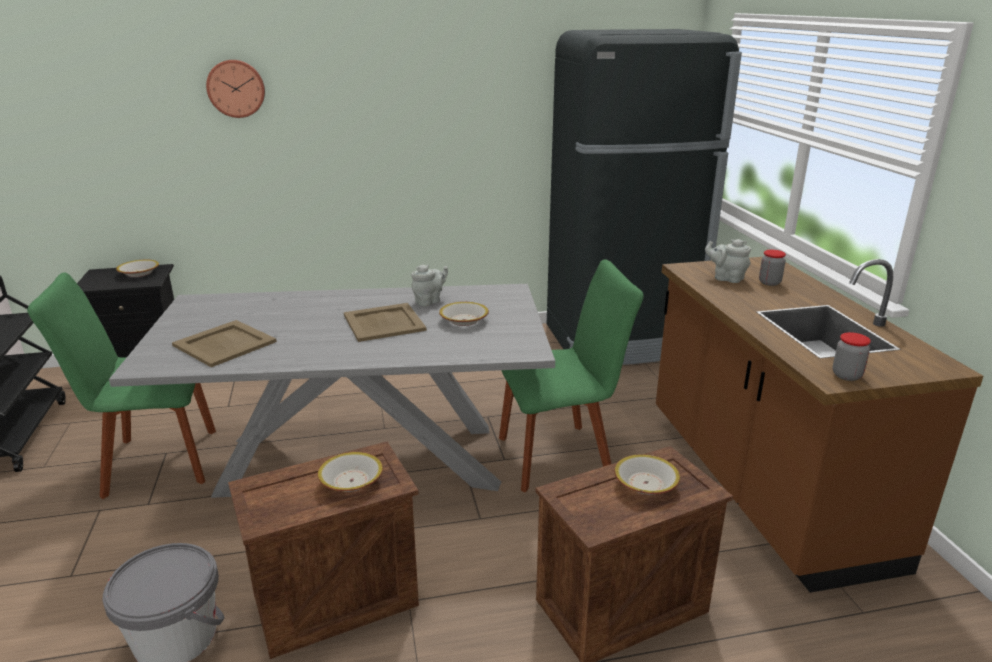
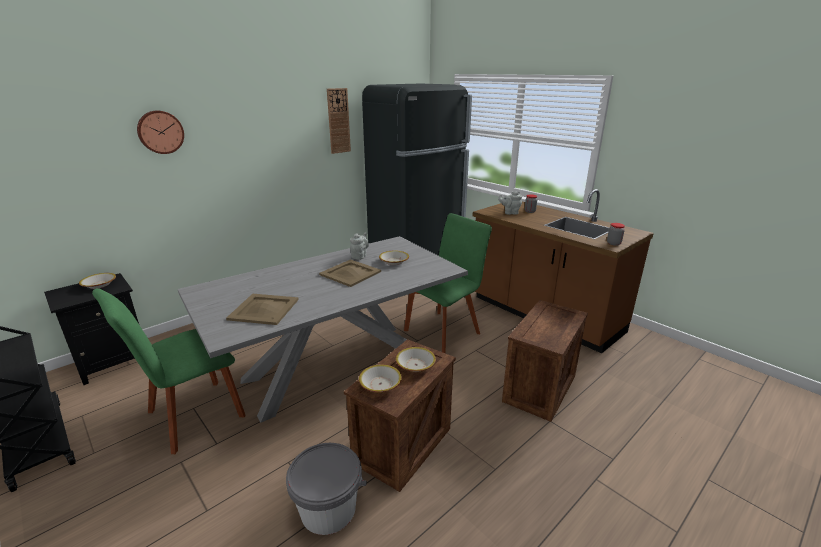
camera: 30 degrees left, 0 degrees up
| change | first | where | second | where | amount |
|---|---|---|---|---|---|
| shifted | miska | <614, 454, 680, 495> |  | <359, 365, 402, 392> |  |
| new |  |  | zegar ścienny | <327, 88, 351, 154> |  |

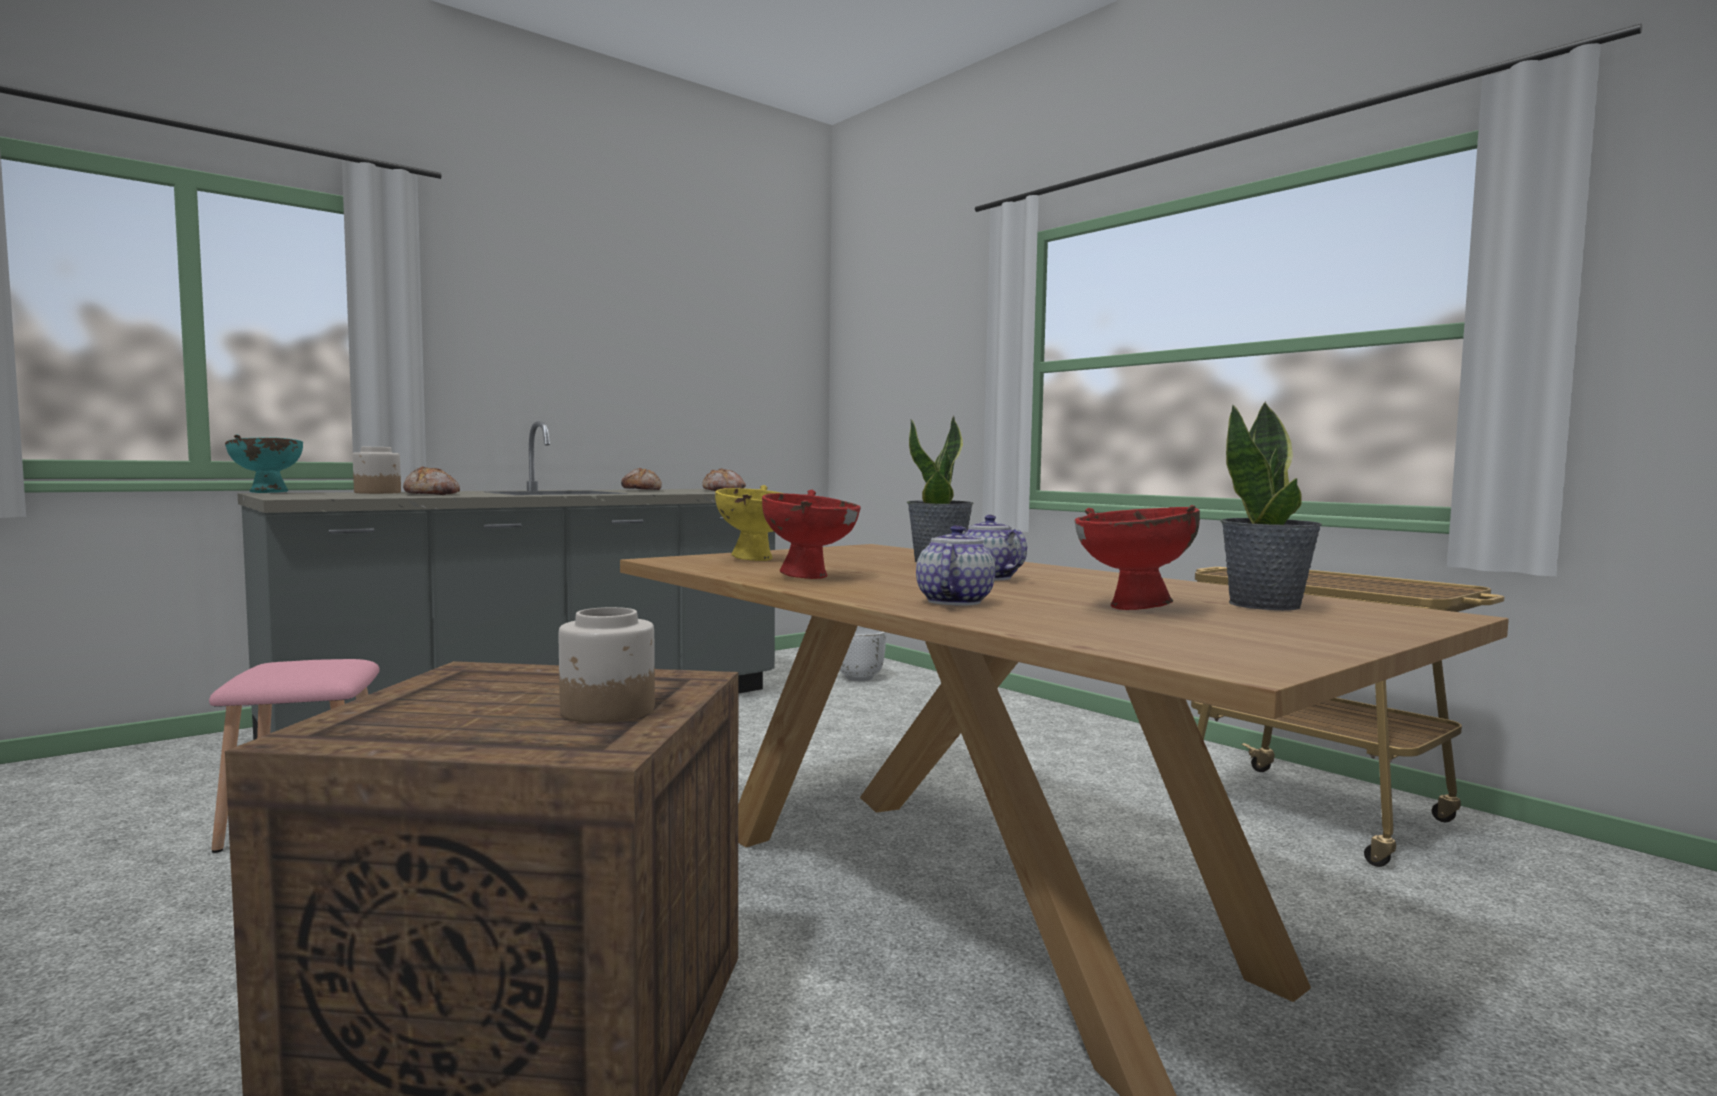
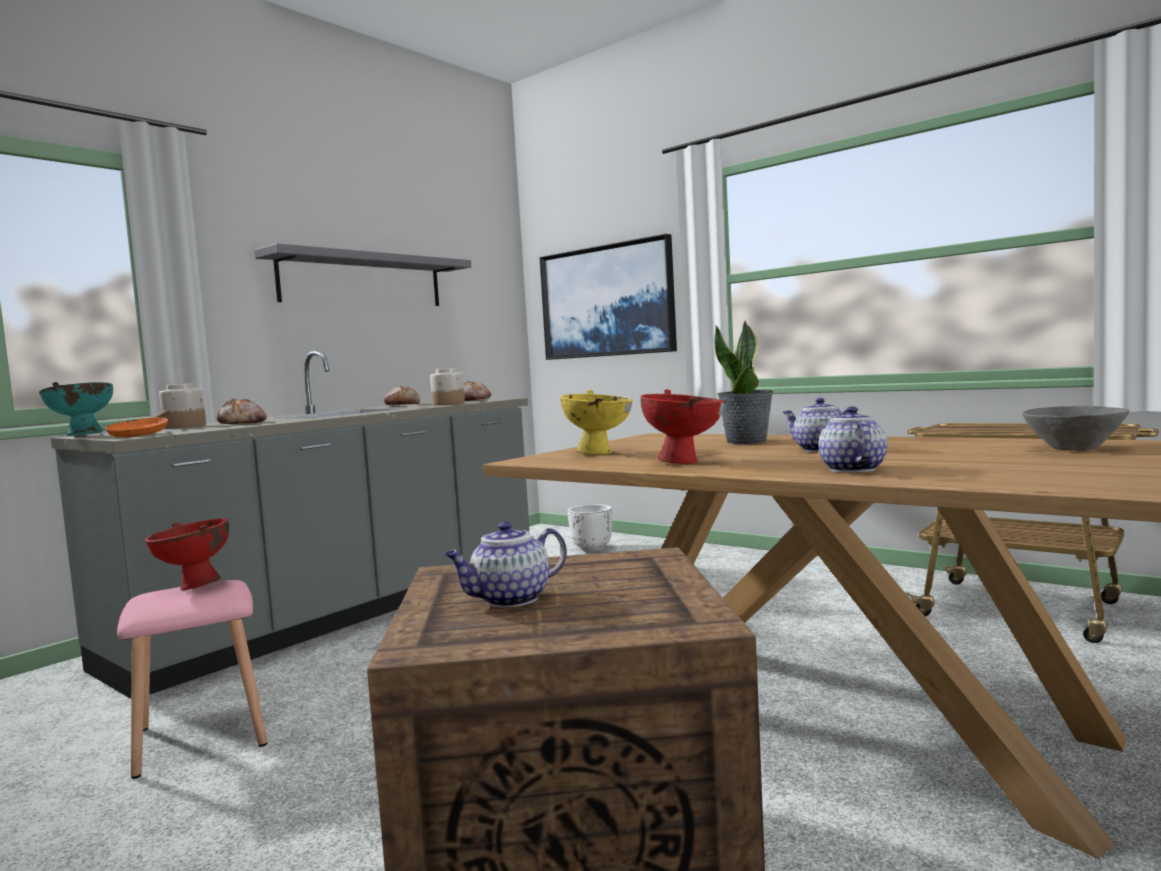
camera: 10 degrees left, 0 degrees up
| change | first | where | second | where | amount |
|---|---|---|---|---|---|
| shifted | słoik | <559, 607, 655, 723> |  | <430, 368, 465, 405> |  |
| shifted | miska/czerwony | <1075, 505, 1200, 610> |  | <145, 518, 229, 590> |  |
| swapped | roślina doniczkowa | <1220, 401, 1322, 610> | miska/szary | <1022, 406, 1129, 451> |  |
| new |  |  | patelnia/pomarańczowy | <105, 409, 170, 437> |  |
| new |  |  | półka/szary | <255, 243, 471, 306> |  |
| new |  |  | imbryk | <444, 522, 567, 607> |  |
| new |  |  | obraz | <539, 234, 677, 360> |  |

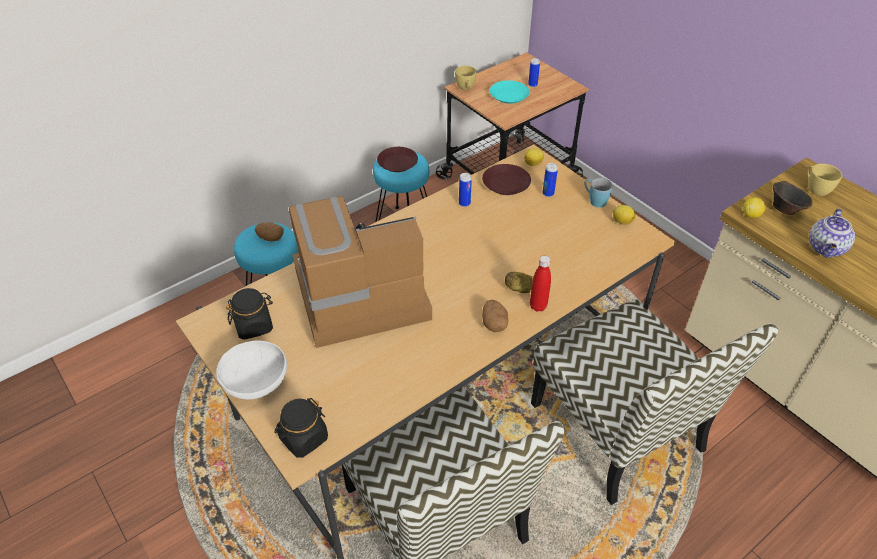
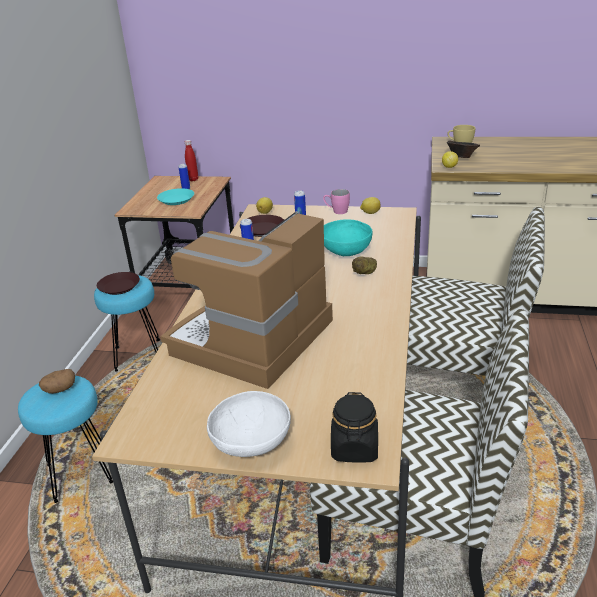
camera: 40 degrees left, 15 degrees down
| change | first | where | second | where | amount |
|---|---|---|---|---|---|
| gone | słoik/czarny | <226, 288, 273, 340> |  |  |  |
| gone | filiżanka/żółty | <455, 66, 477, 90> |  |  |  |
| gone | ziemniak | <482, 300, 508, 332> |  |  |  |
| shifted | butelka/czerwony | <530, 256, 551, 312> |  | <185, 140, 198, 181> |  |
| repainted | kubek/niebieski | <584, 178, 613, 208> | kubek/różowy | <323, 189, 350, 214> |  |
| gone | imbryk | <809, 209, 855, 258> |  |  |  |
| new |  |  | miska/turkusowy | <324, 219, 373, 256> |  |

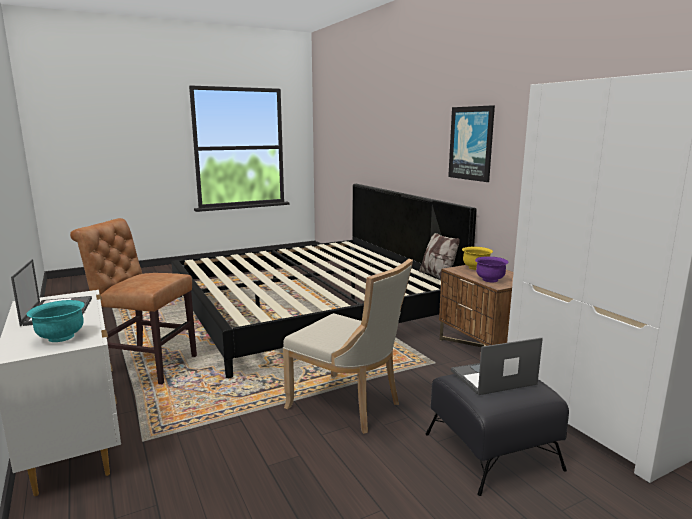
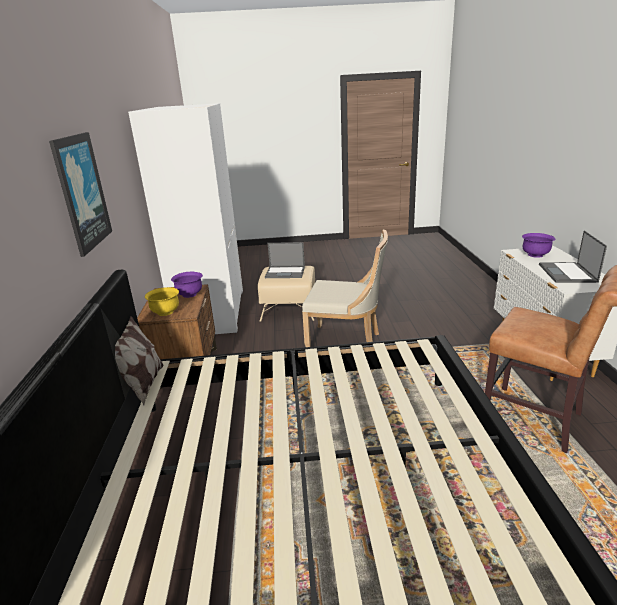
camera: 155 degrees left, 10 degrees up
| change | first | where | second | where | amount |
|---|---|---|---|---|---|
| repainted | miska/turkusowy | <27, 300, 85, 342> | miska/fioletowy | <522, 233, 556, 258> |  |
| rotated | krzesło/beżowy | <283, 259, 413, 434> |  | <302, 229, 388, 347> | 135 degrees clockwise |
| repainted | pufa/czarny | <425, 374, 569, 496> | pufa/beżowy | <258, 266, 315, 322> |  |

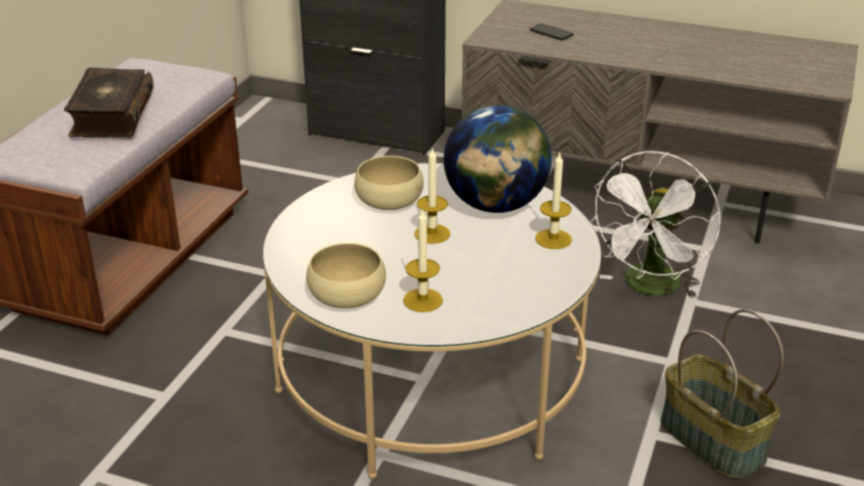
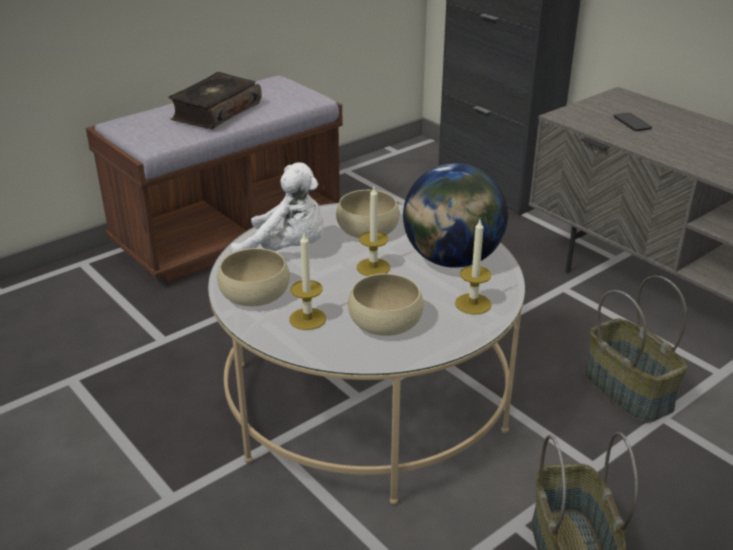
camera: 30 degrees right, 0 degrees up
| change | first | where | second | where | amount |
|---|---|---|---|---|---|
| swapped | wentylator/biały | <590, 151, 721, 299> | koszyk | <585, 275, 688, 423> |  |
| new |  |  | pluszak/biały | <230, 162, 324, 253> |  |
| new |  |  | miska/beżowy | <348, 273, 424, 336> |  |

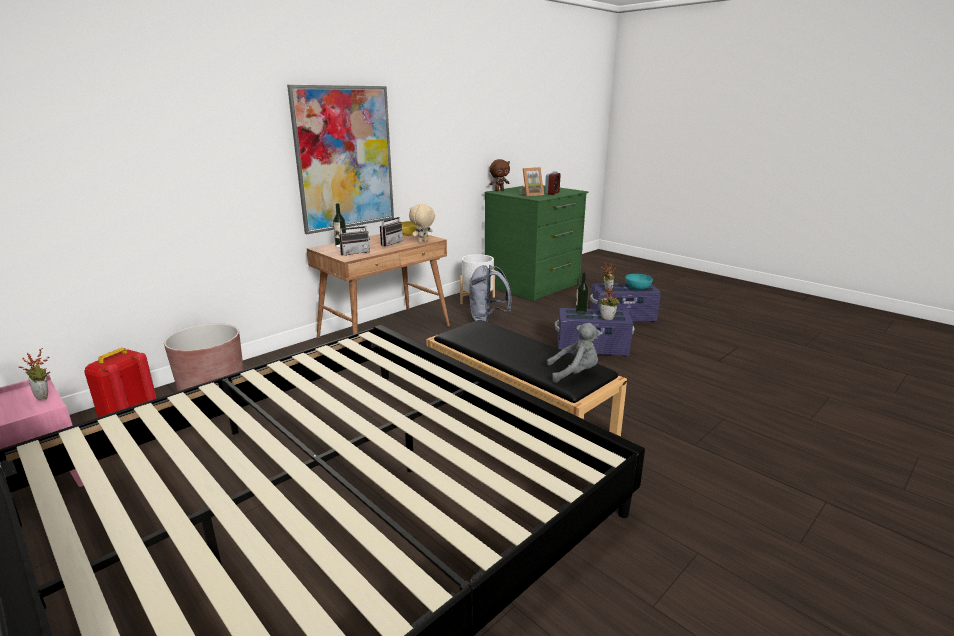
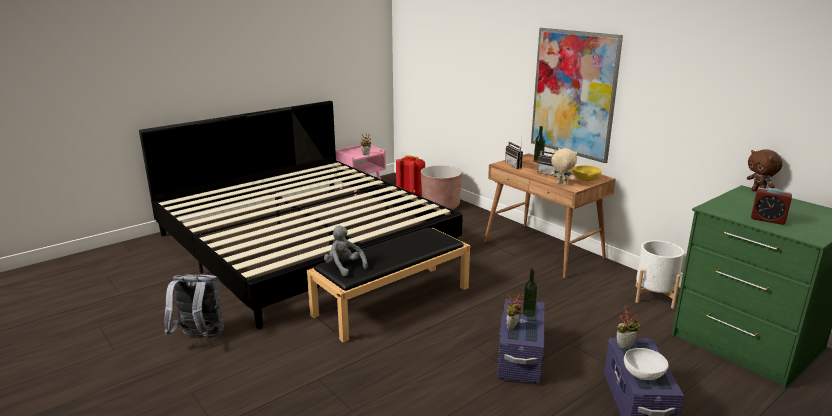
camera: 95 degrees right, 0 degrees up
| change | first | where | second | where | amount |
|---|---|---|---|---|---|
| shifted | plecak/szary | <469, 265, 511, 322> |  | <165, 275, 224, 338> |  |
| gone | ramka na zdjęcie | <519, 167, 544, 197> |  |  |  |
| rotated | pluszak/szary | <547, 323, 601, 383> |  | <324, 226, 368, 276> | 135 degrees clockwise |
| repainted | miska/turkusowy | <625, 274, 653, 290> | miska/biały | <624, 348, 669, 380> |  |

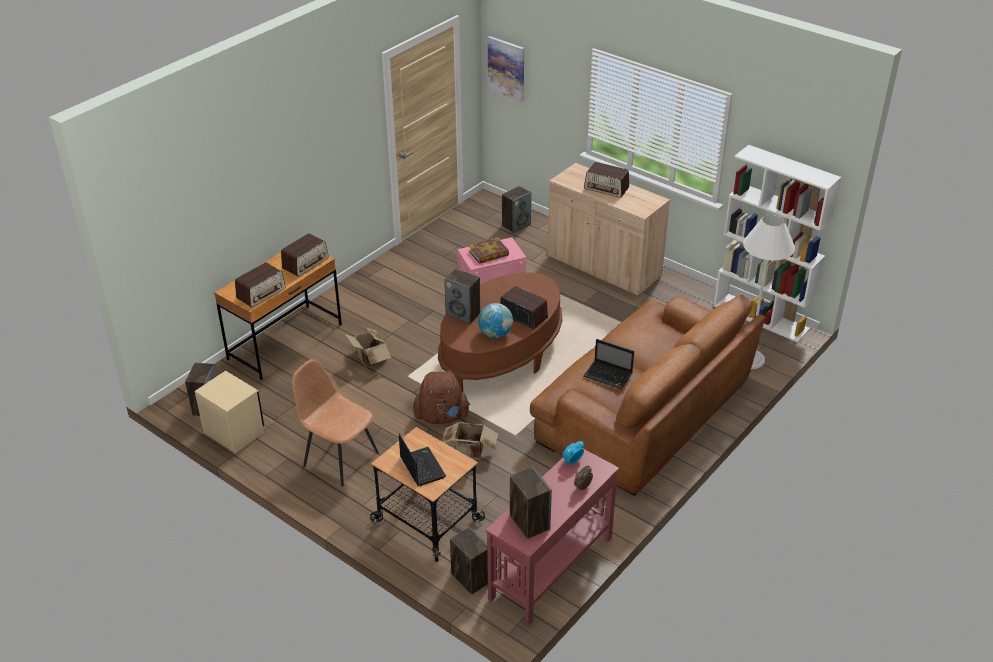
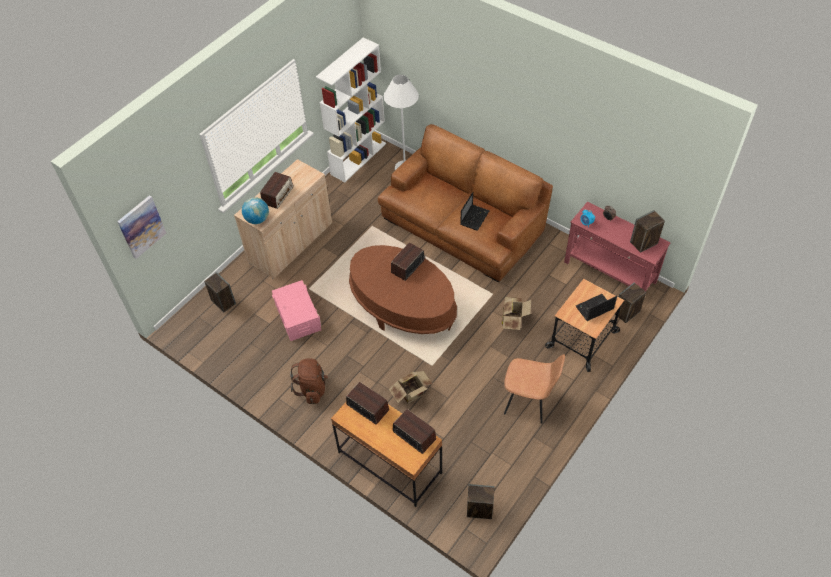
camera: 90 degrees left, 15 degrees up
| change | first | where | second | where | amount |
|---|---|---|---|---|---|
| gone | szafka nocna/beżowy | <195, 371, 264, 453> |  |  |  |
| rotated | krzesło/brązowy | <292, 359, 379, 486> |  | <504, 354, 565, 424> | 105 degrees counterclockwise |
| shifted | plecak/brązowy | <413, 371, 470, 424> |  | <290, 358, 328, 404> |  |
| gone | głośnik | <444, 269, 481, 324> |  |  |  |
| gone | książka | <469, 238, 509, 264> |  |  |  |
| shifted | globus | <478, 303, 513, 338> |  | <242, 197, 269, 224> |  |

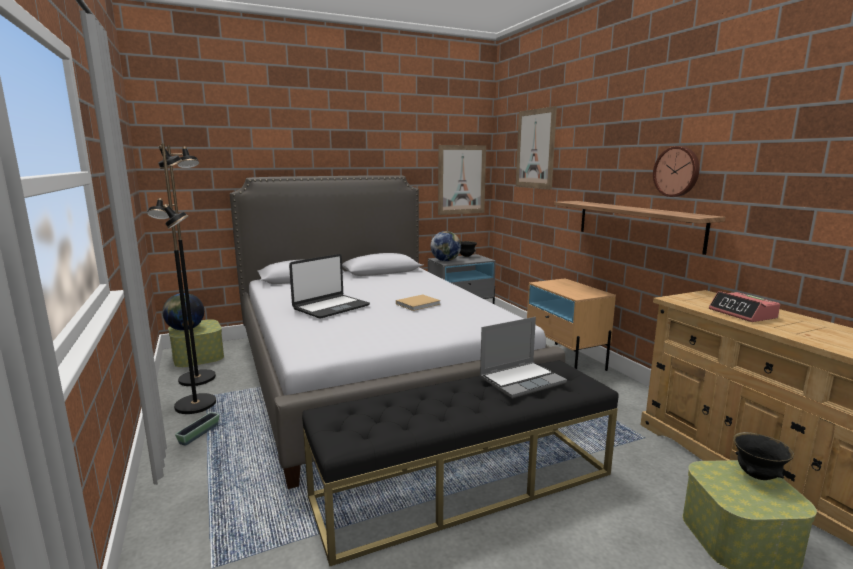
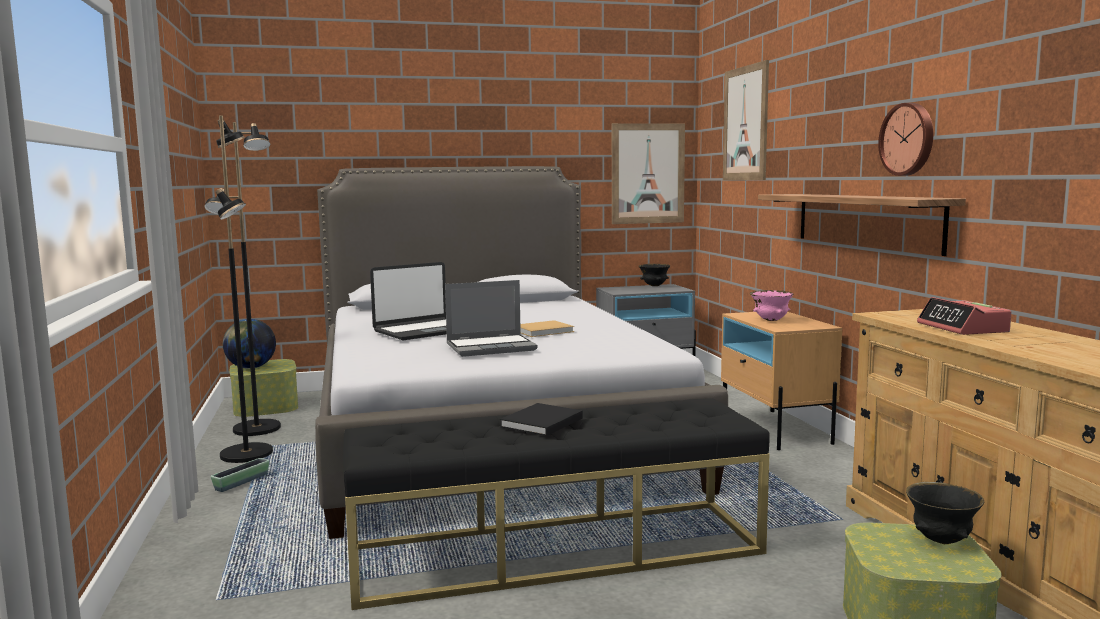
camera: 10 degrees right, 5 degrees down
| change | first | where | second | where | amount |
|---|---|---|---|---|---|
| gone | globus | <431, 231, 461, 261> |  |  |  |
| shifted | laptop | <480, 317, 567, 398> |  | <445, 280, 538, 357> |  |
| new |  |  | książka/czarny | <500, 403, 583, 436> |  |
| new |  |  | miska/różowy | <750, 290, 793, 321> |  |

